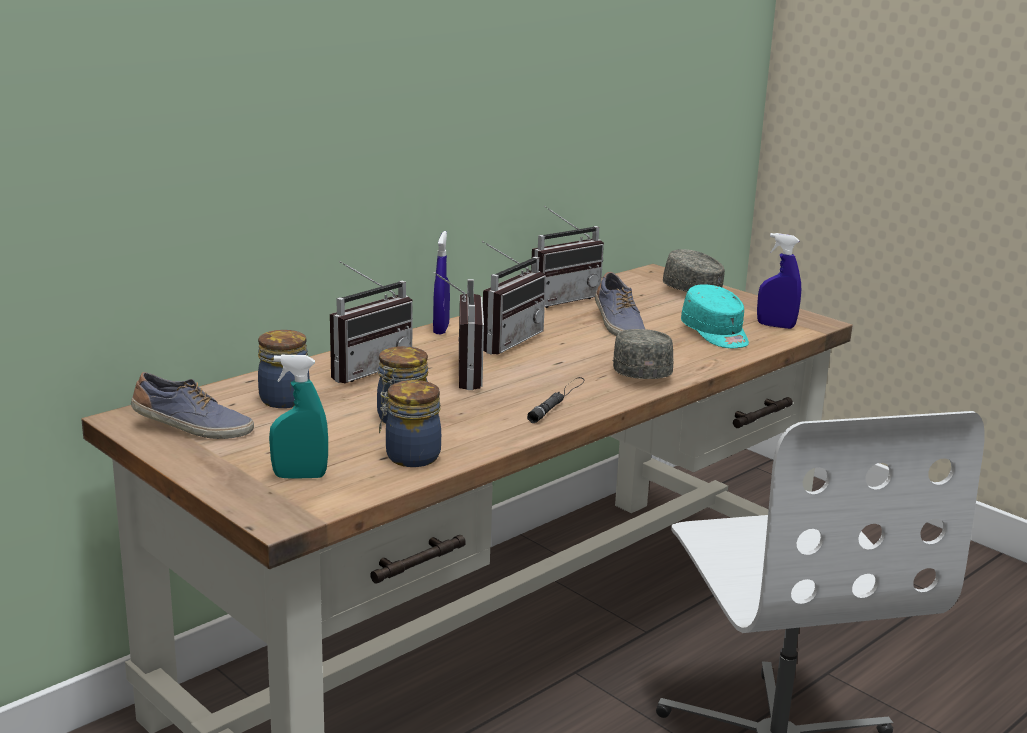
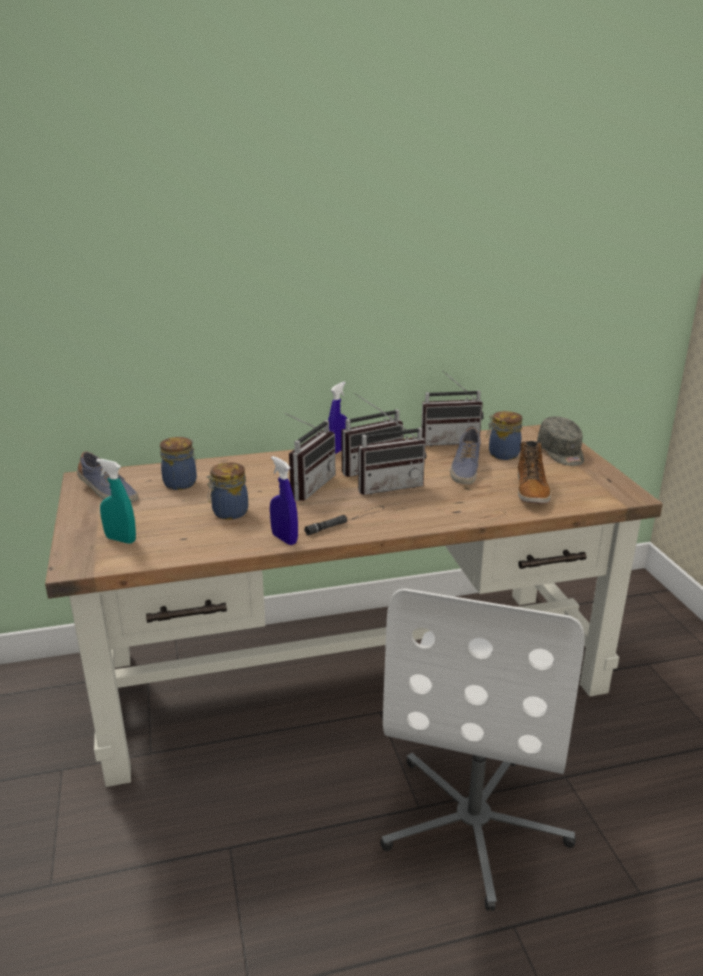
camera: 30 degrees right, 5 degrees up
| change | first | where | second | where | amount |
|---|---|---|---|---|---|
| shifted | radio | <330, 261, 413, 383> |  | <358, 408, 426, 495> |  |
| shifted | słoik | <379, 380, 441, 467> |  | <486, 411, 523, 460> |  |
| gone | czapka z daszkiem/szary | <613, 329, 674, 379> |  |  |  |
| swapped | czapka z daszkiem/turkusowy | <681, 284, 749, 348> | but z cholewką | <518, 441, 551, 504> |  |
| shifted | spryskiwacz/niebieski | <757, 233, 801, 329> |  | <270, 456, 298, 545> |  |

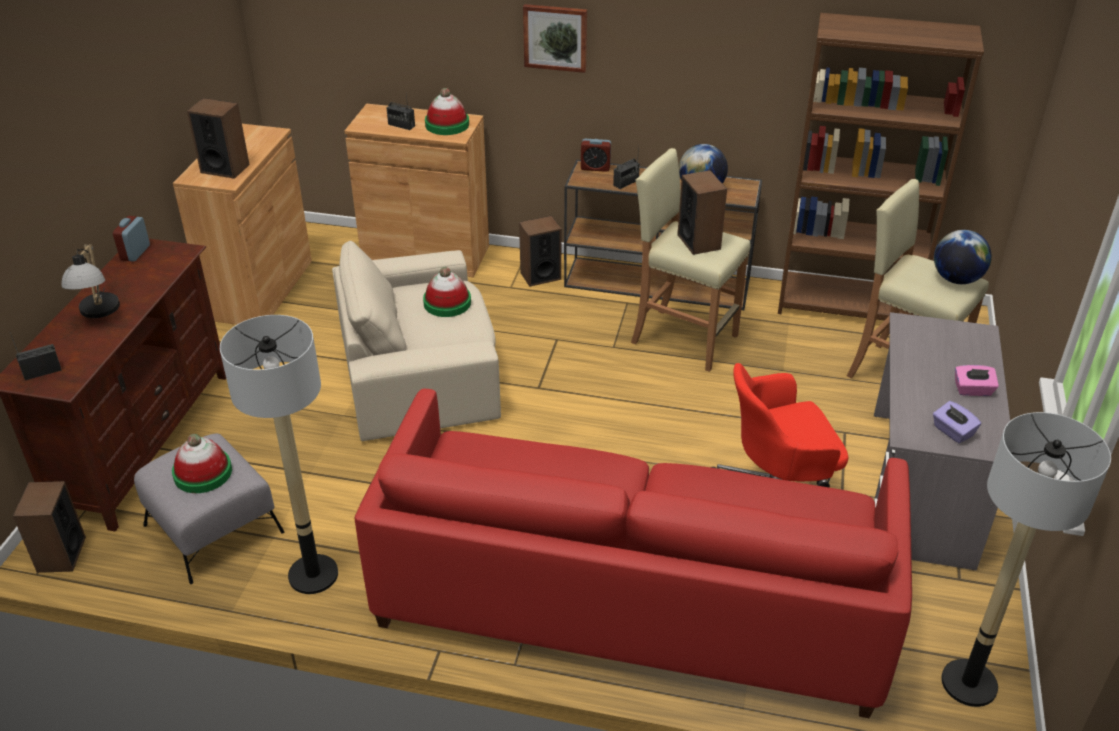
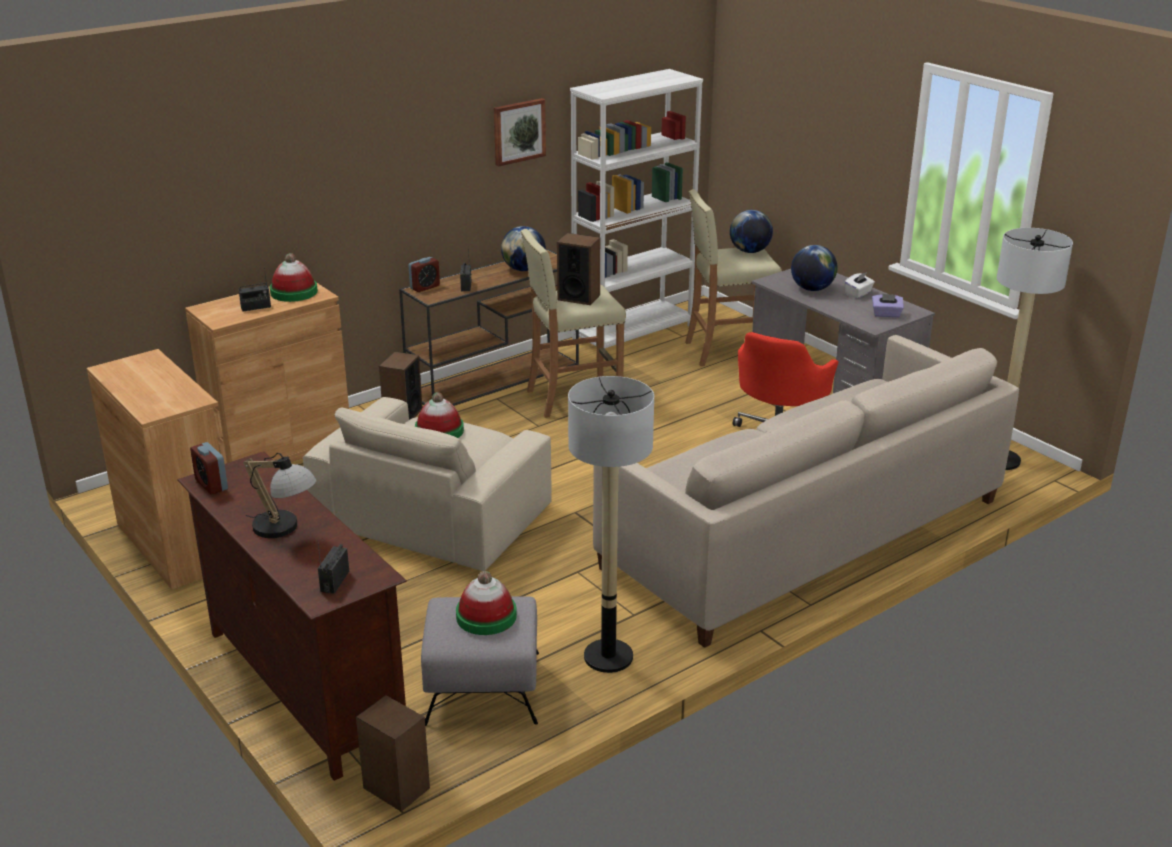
camera: 50 degrees left, 10 degrees down
| change | first | where | second | where | amount |
|---|---|---|---|---|---|
| gone | głośnik | <187, 98, 250, 179> |  |  |  |
| repainted | kanapa/czerwony | <355, 389, 912, 718> | kanapa/beżowy | <593, 335, 1019, 648> |  |
| shifted | obraz | <523, 4, 587, 73> |  | <494, 98, 546, 166> |  |
| repainted | regał/brązowy | <778, 13, 984, 320> | regał/biały | <570, 69, 703, 348> |  |
| repainted | pudełko chusteczek/różowy | <955, 365, 999, 396> | pudełko chusteczek/biały | <844, 272, 875, 298> |  |
| new |  |  | globus | <791, 245, 838, 291> |  |

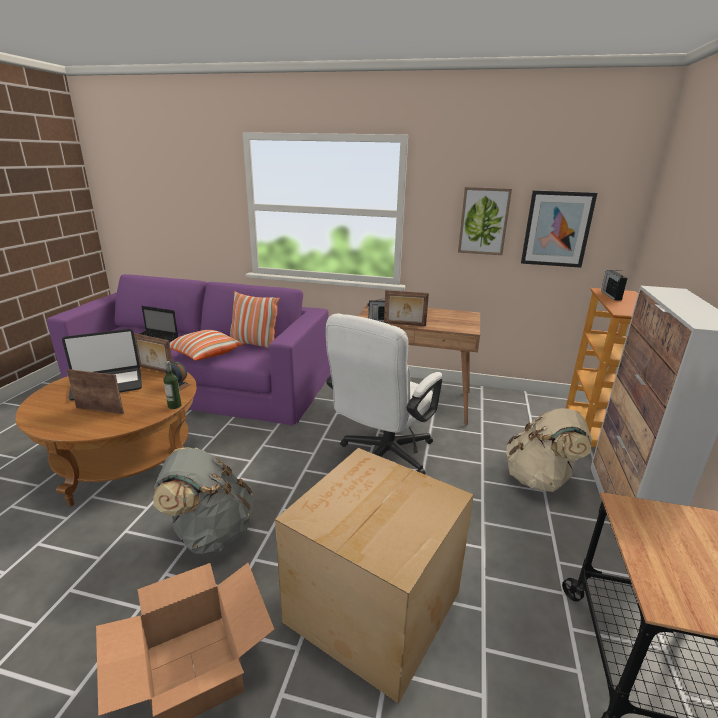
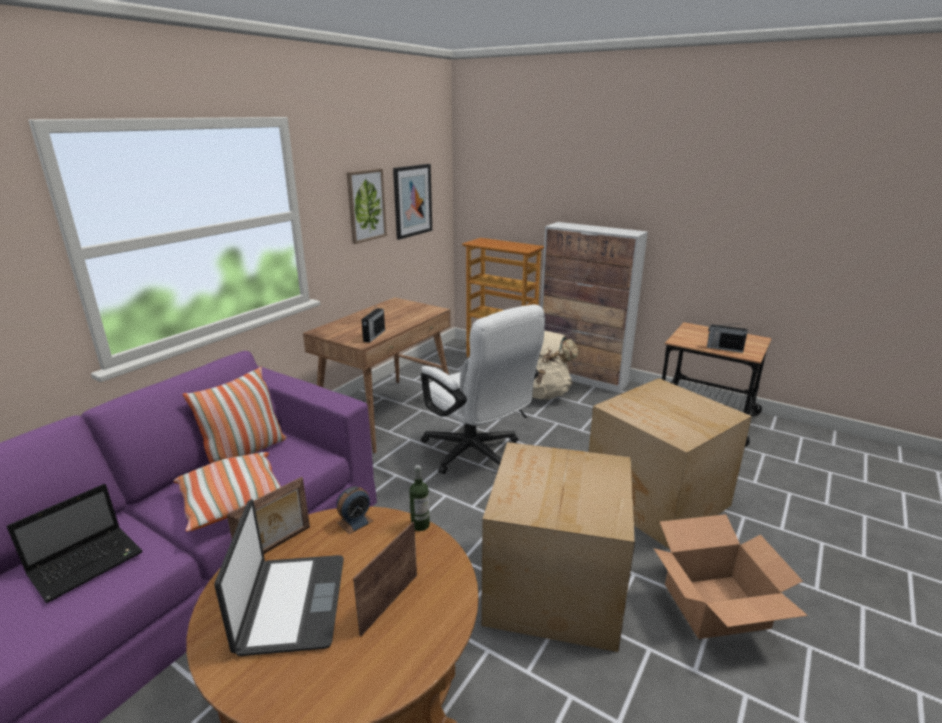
camera: 70 degrees left, 0 degrees up
| change | first | where | second | where | amount |
|---|---|---|---|---|---|
| swapped | plecak/szary | <153, 447, 253, 554> | karton | <481, 442, 635, 652> |  |
| gone | ramka na zdjęcie | <384, 290, 429, 326> |  |  |  |
| shifted | radio | <601, 270, 627, 301> |  | <707, 323, 748, 353> |  |

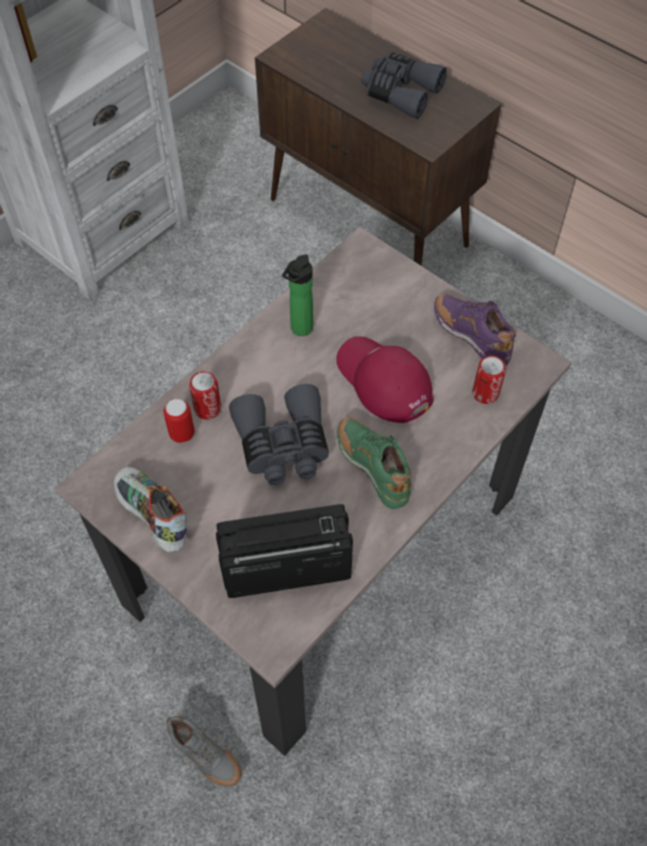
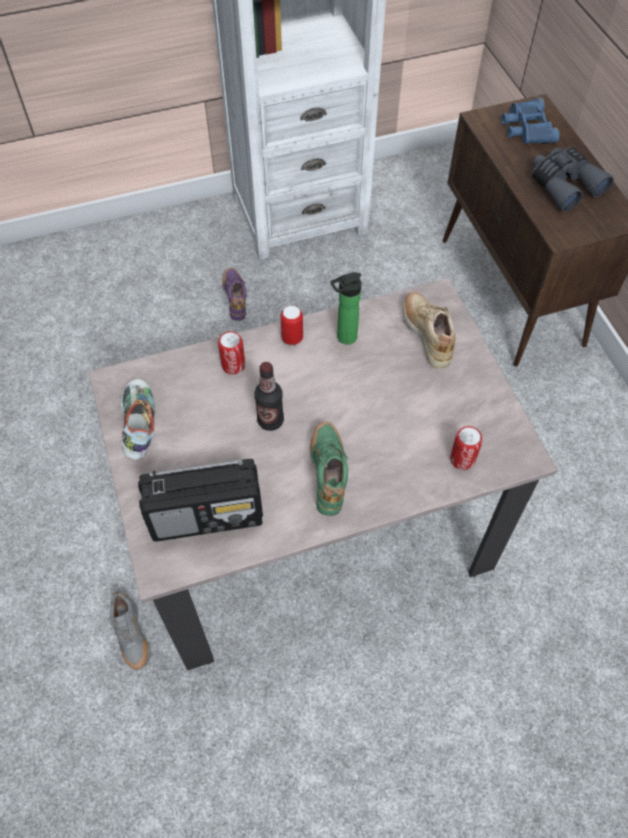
camera: 30 degrees right, 0 degrees up
| change | first | where | second | where | amount |
|---|---|---|---|---|---|
| shifted | puszka | <163, 399, 195, 443> |  | <280, 306, 303, 345> |  |
| rotated | radio | <216, 504, 353, 598> |  | <138, 459, 263, 541> | 150 degrees clockwise |
| swapped | lornetka/szary | <229, 384, 329, 485> | butelka | <254, 362, 284, 431> |  |
| gone | czapka z daszkiem/czerwony | <336, 336, 434, 423> |  |  |  |
| shifted | but/fioletowy | <434, 294, 516, 366> |  | <222, 268, 247, 320> |  |
| new |  |  | but/beżowy | <403, 292, 456, 368> |  |
| new |  |  | lornetka/niebieski | <502, 98, 560, 144> |  |

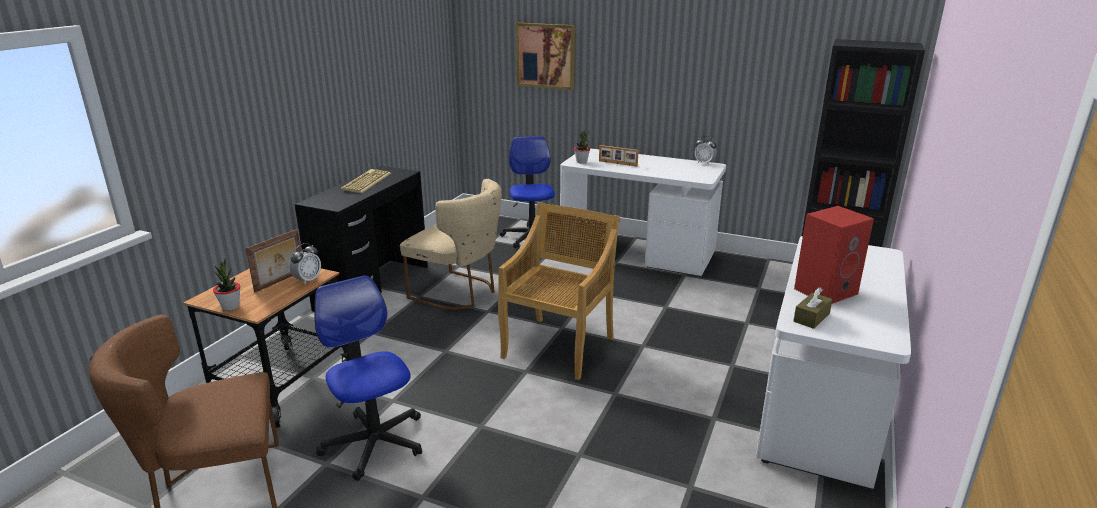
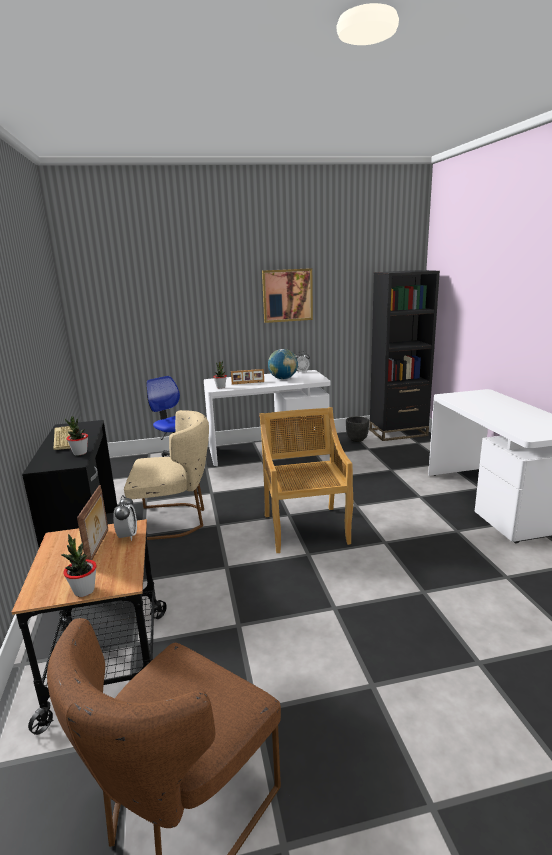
camera: 35 degrees left, 5 degrees down
| change | first | where | second | where | amount |
|---|---|---|---|---|---|
| gone | krzesło biurowe | <314, 275, 422, 481> |  |  |  |
| shifted | obraz | <516, 23, 575, 90> |  | <262, 268, 313, 323> |  |
| gone | głośnik/czerwony | <794, 206, 874, 304> |  |  |  |
| gone | pudełko chusteczek/brązowy | <794, 288, 833, 329> |  |  |  |
| new |  |  | roślina doniczkowa | <65, 416, 88, 456> |  |
| new |  |  | globus | <268, 349, 298, 379> |  |
| new |  |  | donica/czarny | <346, 416, 369, 442> |  |

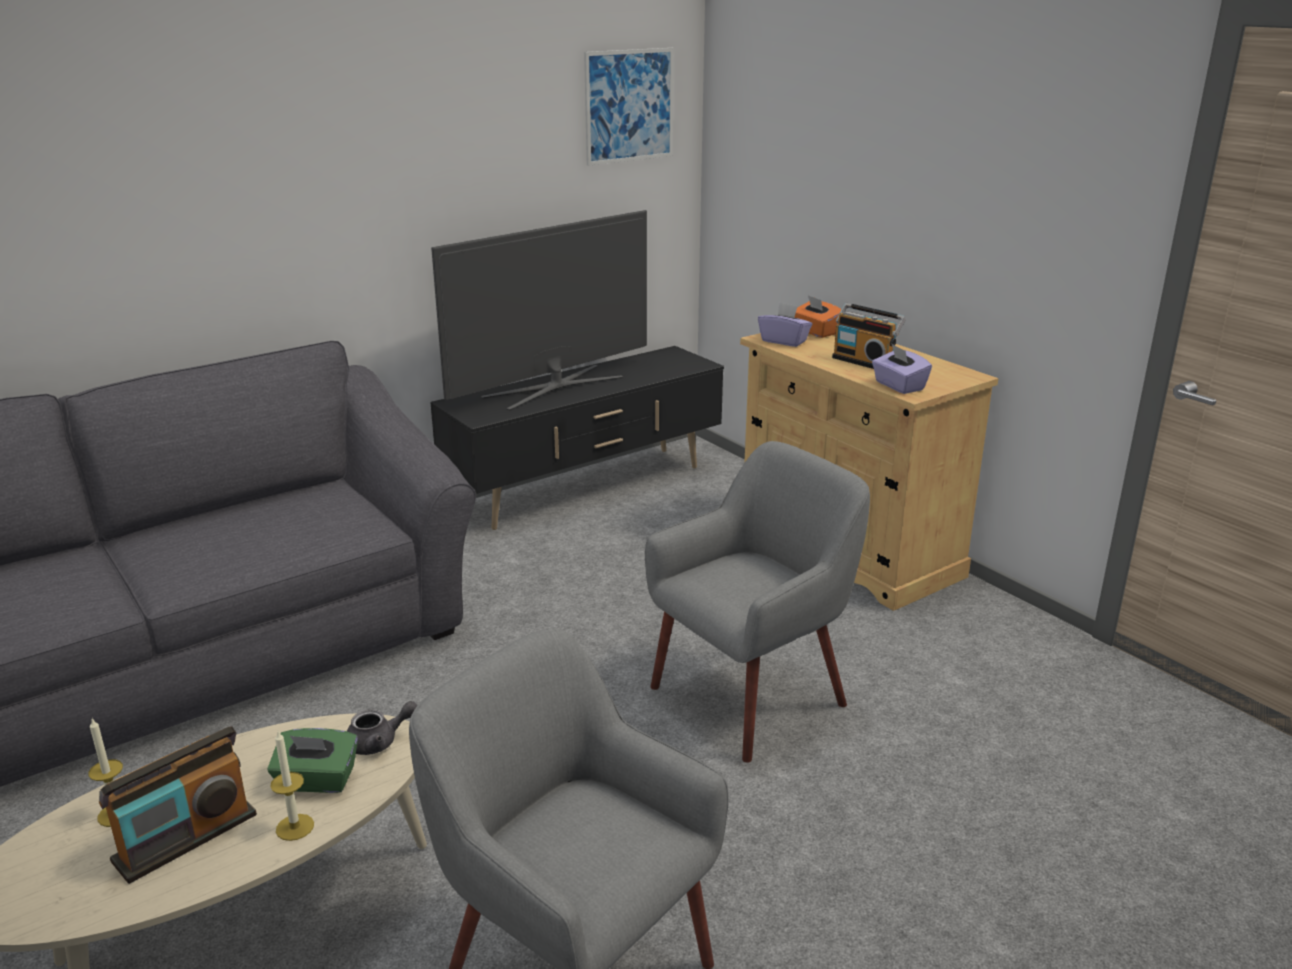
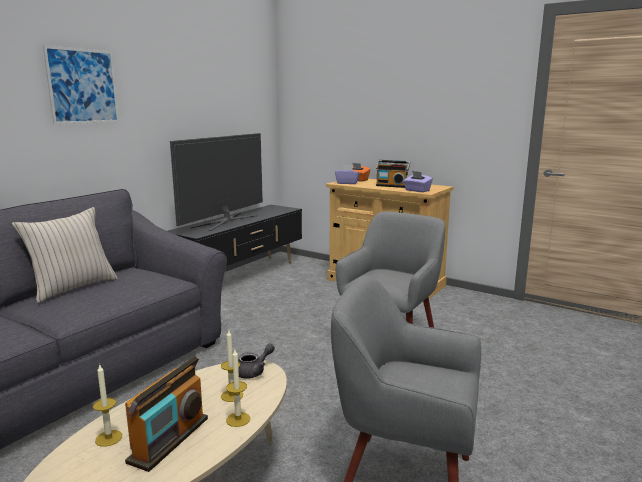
camera: 20 degrees left, 10 degrees down
| change | first | where | second | where | amount |
|---|---|---|---|---|---|
| swapped | pudełko chusteczek/zielony | <268, 728, 358, 793> | świeca | <221, 330, 243, 402> |  |
| shifted | obraz | <584, 48, 674, 166> |  | <43, 45, 119, 124> |  |
| new |  |  | poduszka/beżowy | <12, 207, 118, 303> |  |

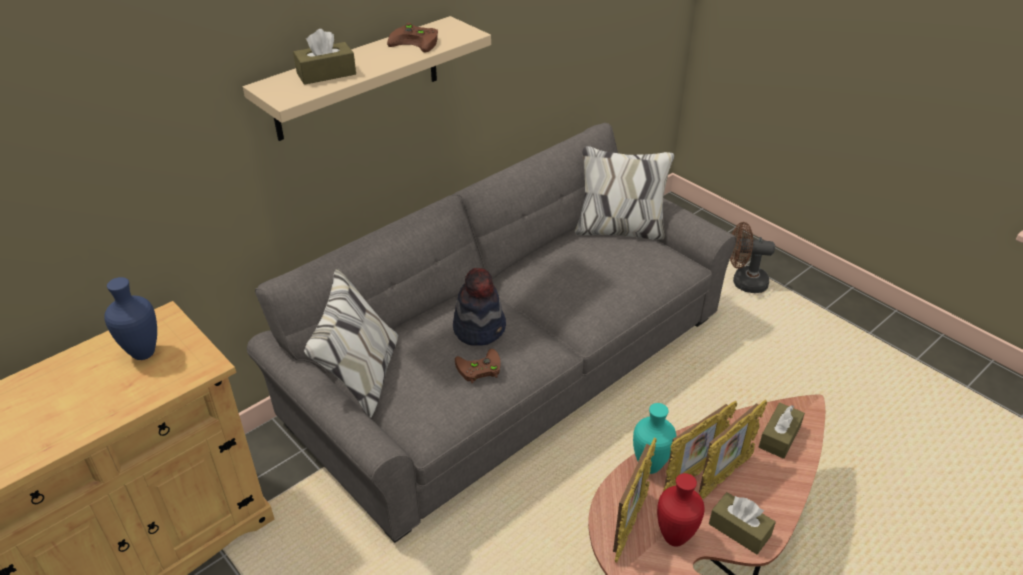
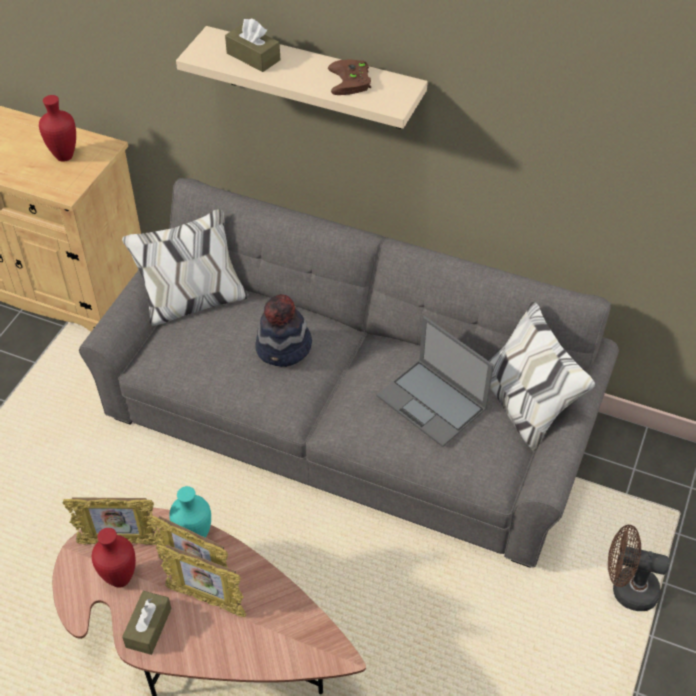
camera: 65 degrees right, 10 degrees up
| change | first | where | second | where | amount |
|---|---|---|---|---|---|
| repainted | wazon/niebieski | <104, 277, 157, 360> | wazon/czerwony | <39, 95, 76, 162> |  |
| gone | pad do gier/brązowy | <455, 349, 501, 383> |  |  |  |
| rotated | wentylator/brązowy | <730, 222, 775, 293> |  | <608, 525, 670, 611> | 60 degrees counterclockwise |
| gone | pudełko chusteczek/brązowy | <759, 403, 805, 459> |  |  |  |
| new |  |  | laptop | <377, 316, 494, 447> |  |

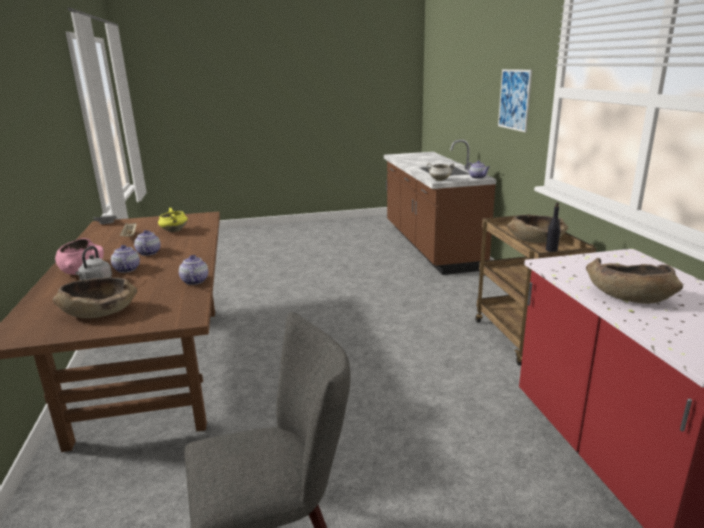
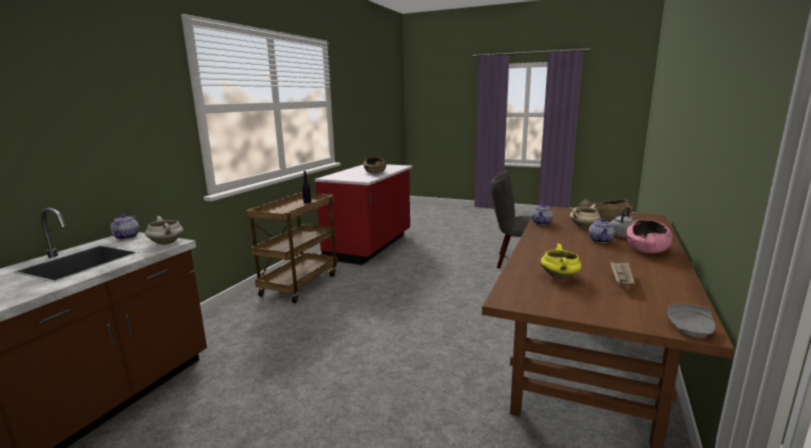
camera: 145 degrees left, 5 degrees down
| change | first | where | second | where | amount |
|---|---|---|---|---|---|
| gone | imbryk | <134, 230, 160, 256> |  |  |  |
| gone | obraz | <498, 69, 532, 132> |  |  |  |
| gone | miska/brązowy | <507, 215, 568, 243> |  |  |  |
| new |  |  | garnek/beżowy | <570, 204, 600, 228> |  |

